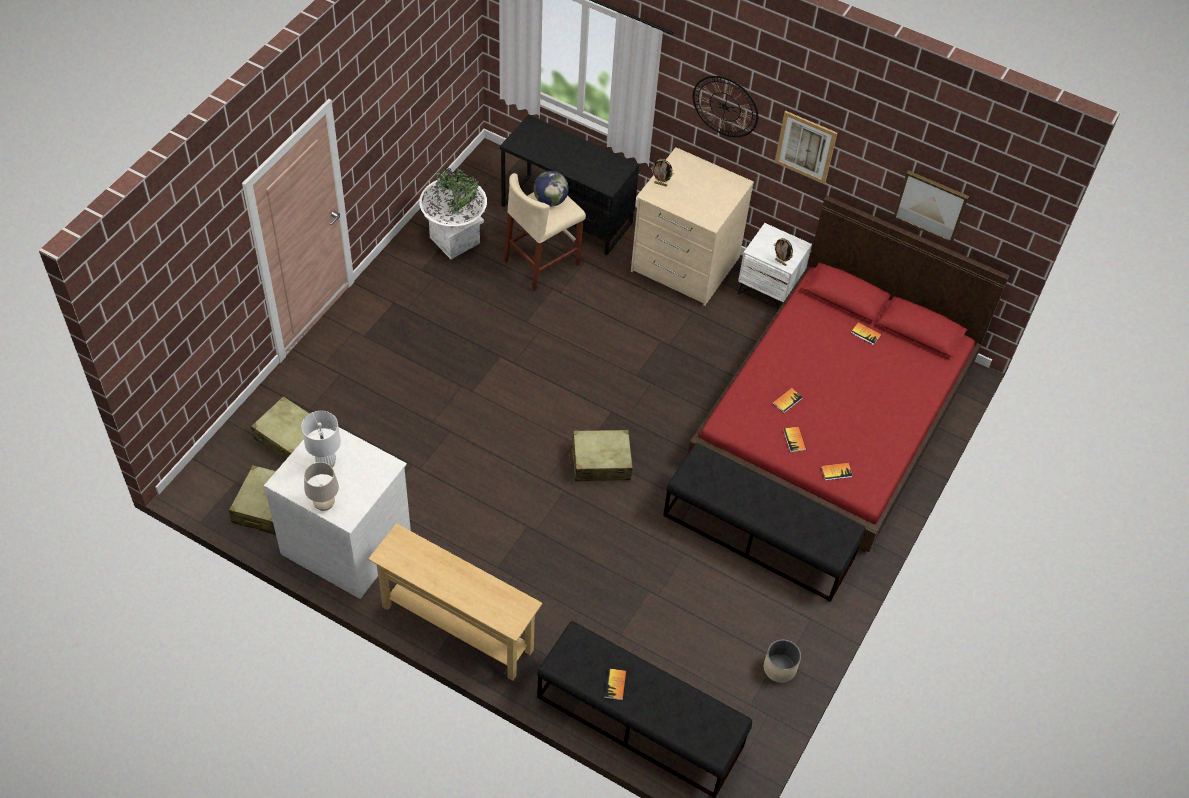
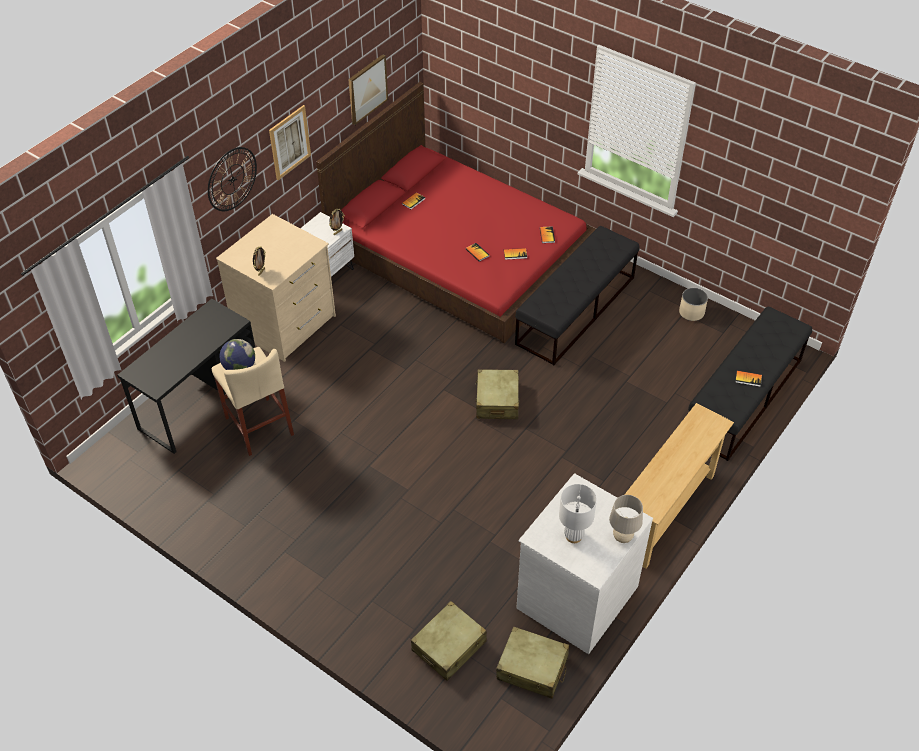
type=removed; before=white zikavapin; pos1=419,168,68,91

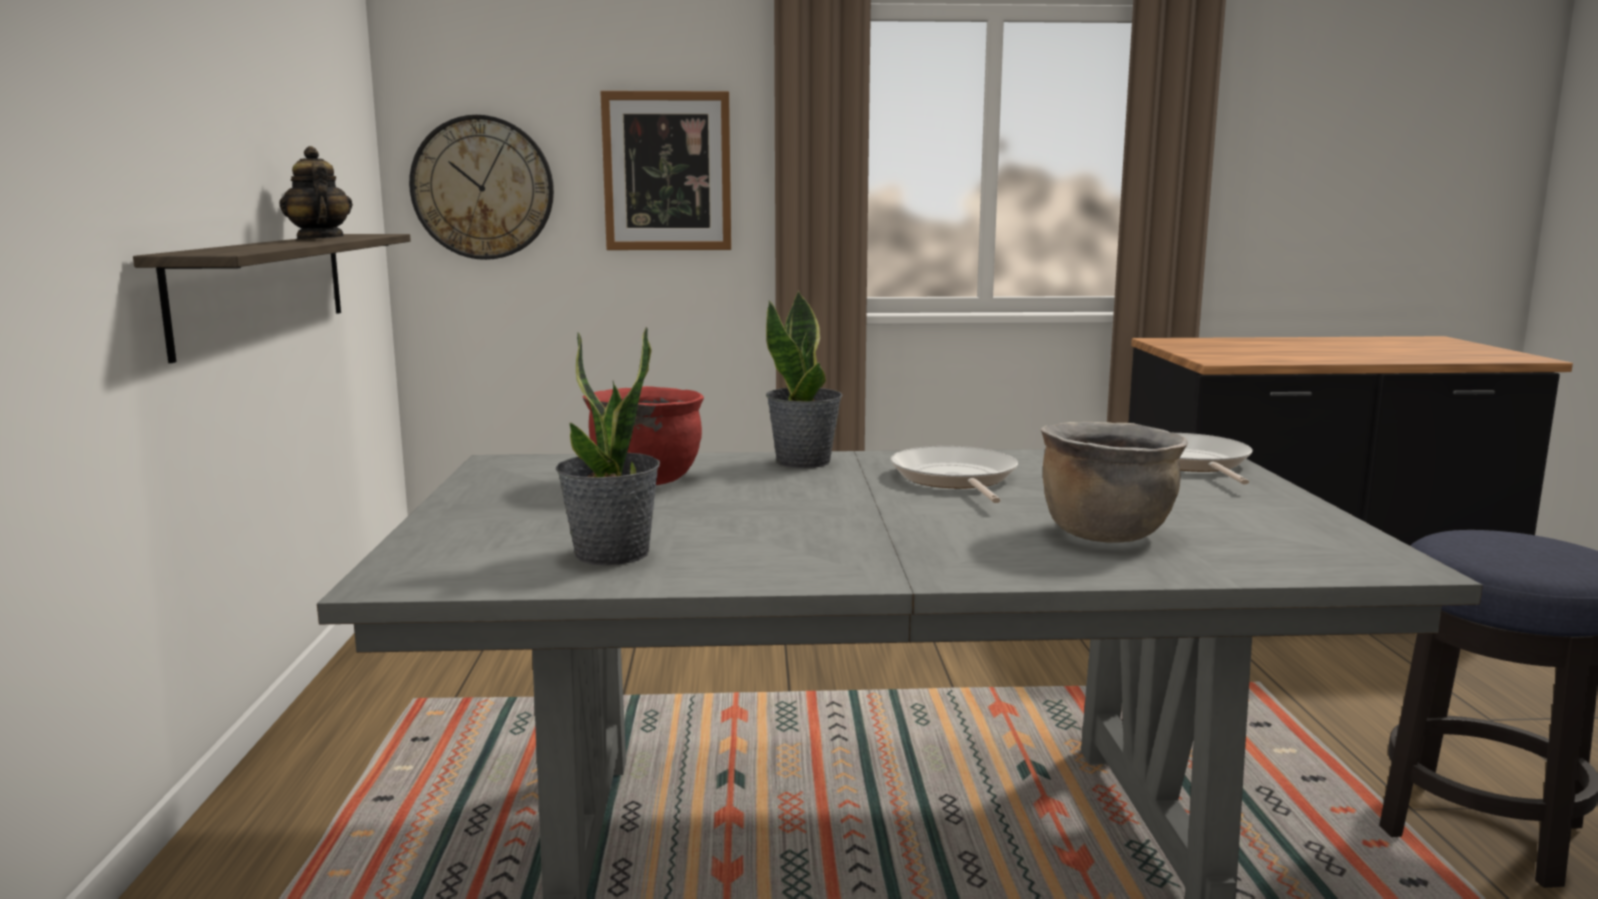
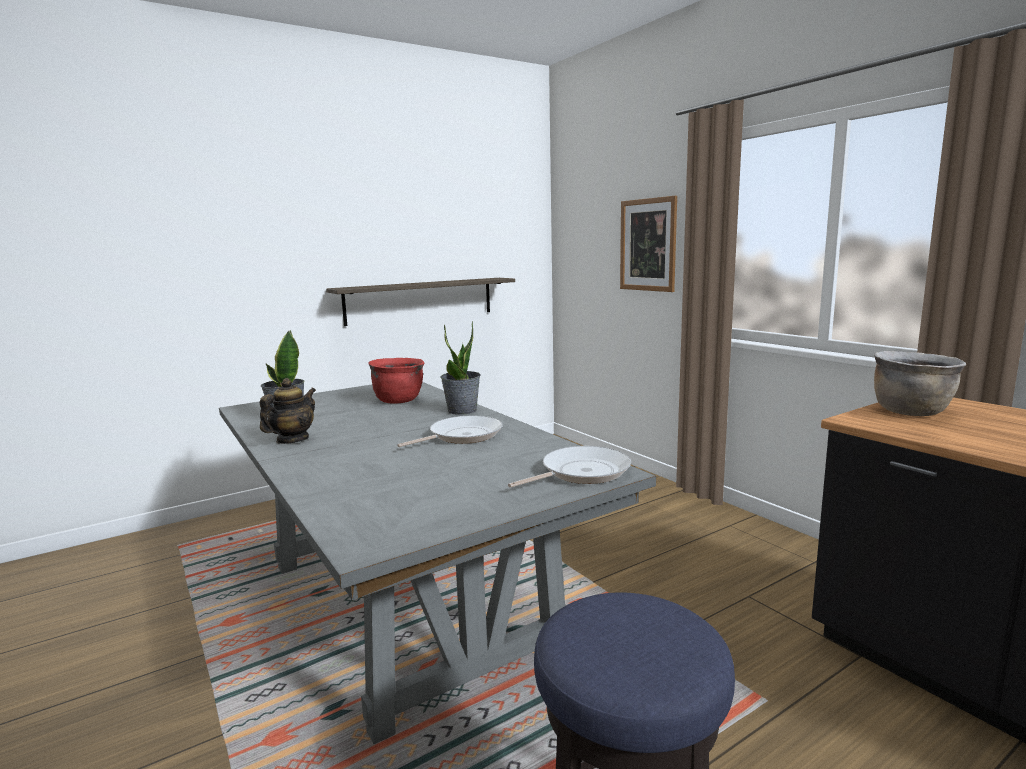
type=removed; before=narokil; pos1=409,115,145,145
type=moved; before=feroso; pos1=279,146,74,94; pos2=260,378,56,66
type=moved; before=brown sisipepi; pos1=1041,422,147,121; pos2=874,351,92,65

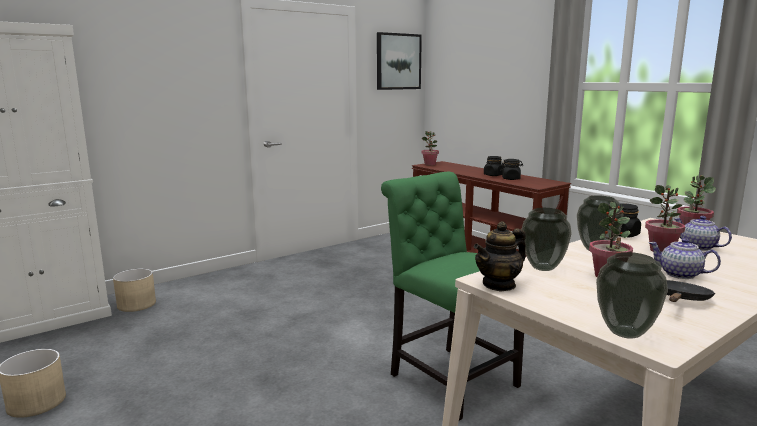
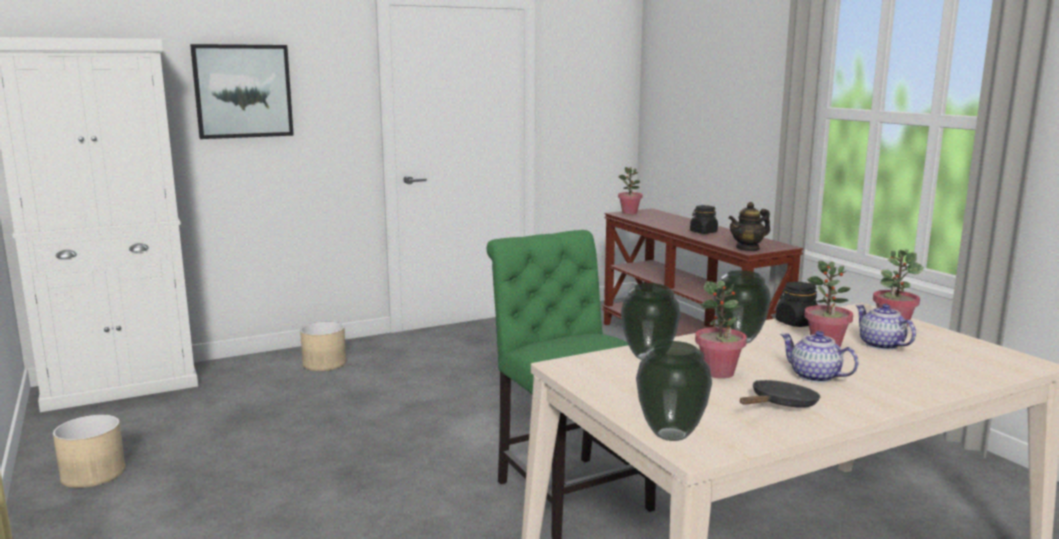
type=moved; before=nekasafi; pos1=377,32,45,58; pos2=190,44,104,95
type=removed; before=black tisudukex; pos1=501,159,22,21
type=moved; before=feroso; pos1=474,221,52,70; pos2=728,202,42,49
type=moved; before=beige zikavapin; pos1=113,269,43,43; pos2=300,322,46,49

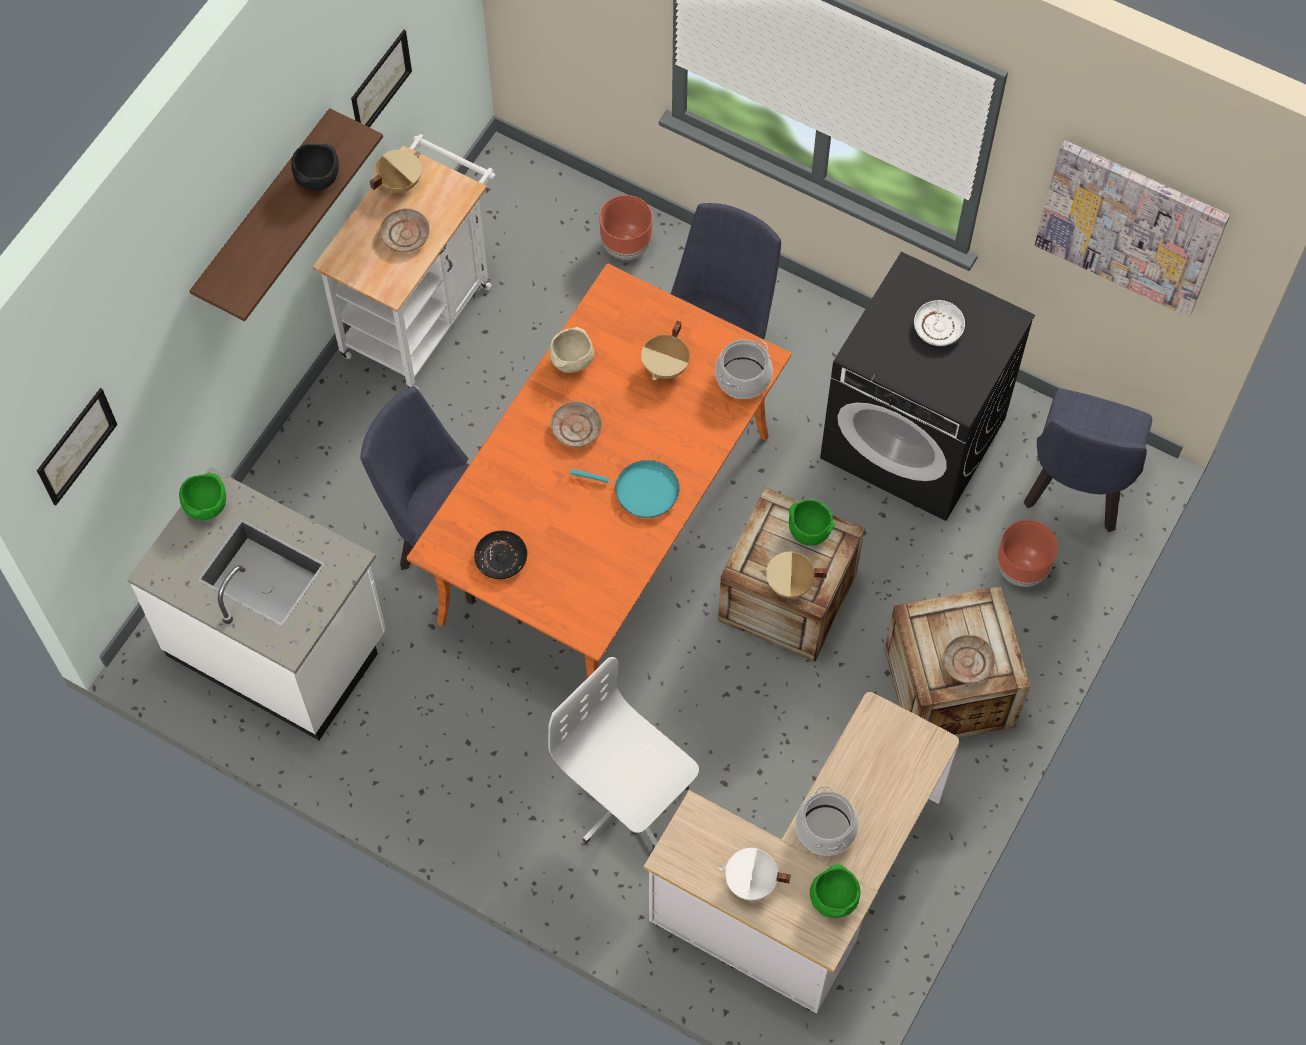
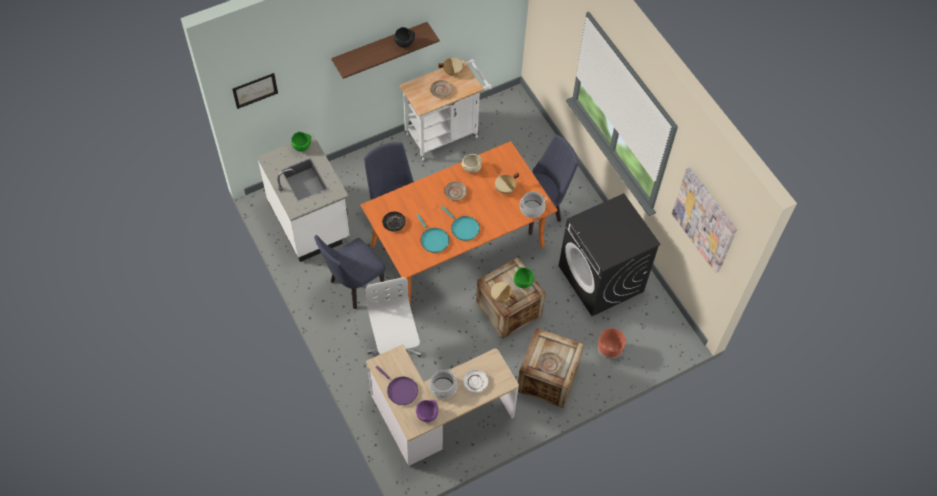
type=removed; before=nekasafi; pos1=351,30,61,97
type=removed; before=brown zikavapin; pos1=599,195,54,65
type=moved; before=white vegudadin; pos1=914,300,51,46; pos2=463,370,25,23
type=moved; before=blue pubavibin; pos1=1024,389,128,143; pos2=314,235,72,74
type=replaced; before=white sisipepi; after=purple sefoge; pos1=718,848,73,52; pos2=375,366,43,39
type=recoloured; before=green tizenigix; after=purple tizenigix; pos1=810,865,50,53; pos2=416,400,22,22
type=added; after=turquoise sefoge; pos2=416,214,33,39

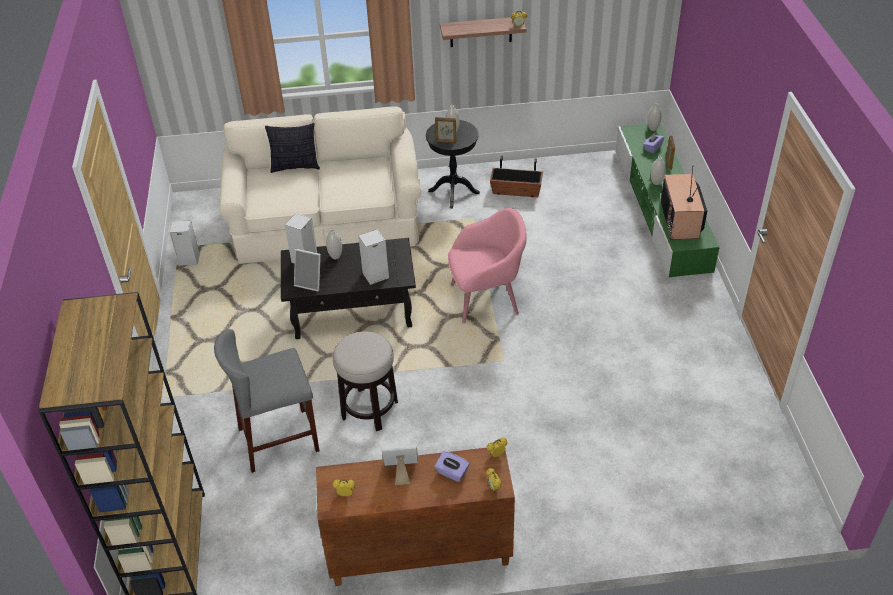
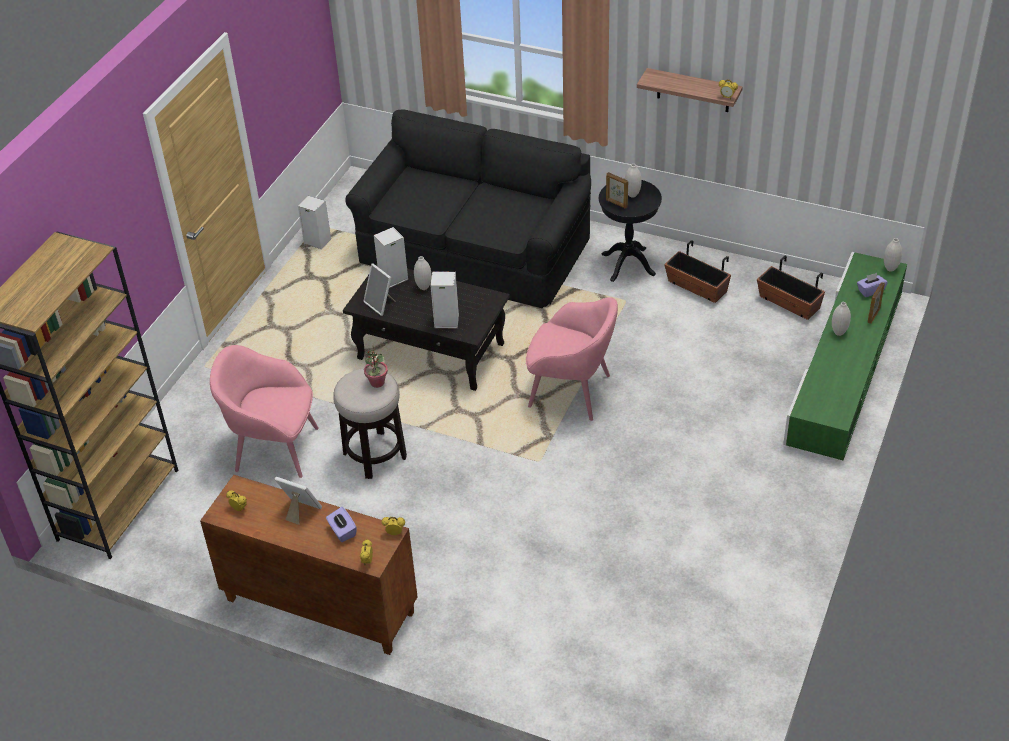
type=recoloured; before=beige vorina; after=black vorina; pos1=219,106,203,158; pos2=345,109,246,199
type=removed; before=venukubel; pos1=265,123,55,50
type=removed; before=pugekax; pos1=661,168,46,71
type=replaced; before=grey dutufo; after=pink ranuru; pos1=214,329,106,144; pos2=210,345,109,133
type=added; after=zikavapin; pos2=757,256,68,64
type=added; after=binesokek; pos2=364,346,24,42

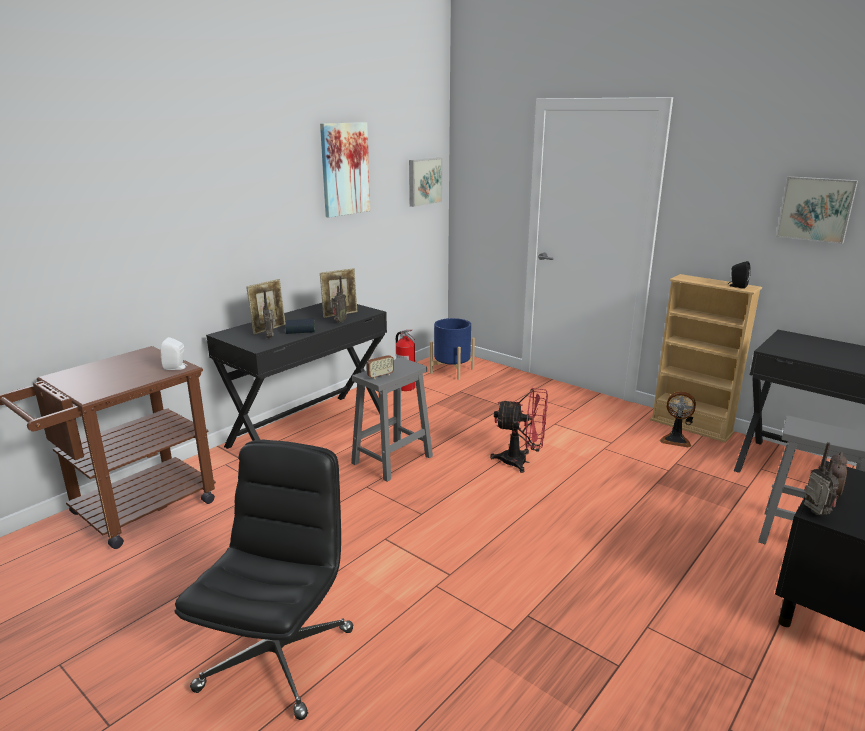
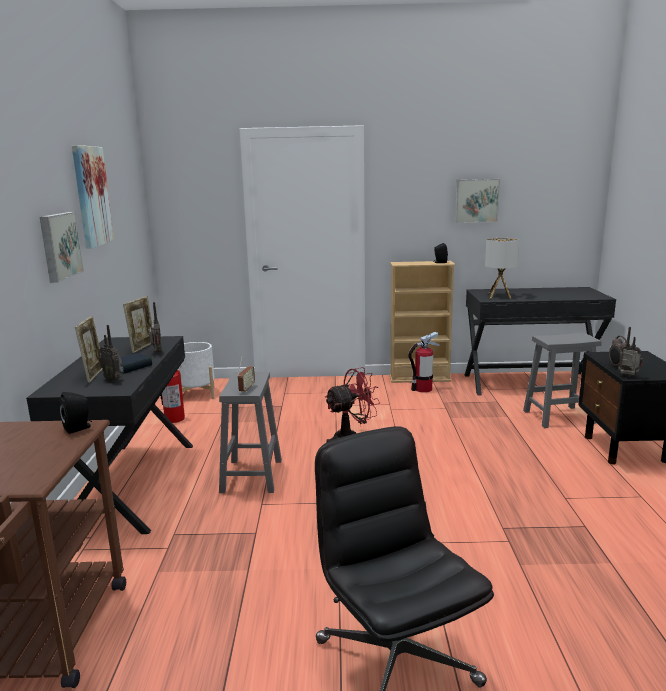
type=moved; before=nekasafi; pos1=409,158,33,49; pos2=40,212,44,71
type=recoloured; before=blue zikavapin; after=white zikavapin; pos1=430,318,45,62; pos2=178,342,37,57
type=recoloured; before=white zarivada; after=black zarivada; pos1=161,337,27,33; pos2=60,392,32,42
type=replaced; before=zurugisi; after=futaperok; pos1=660,391,36,56; pos2=408,332,32,61
type=added; after=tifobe; pos2=485,238,35,61

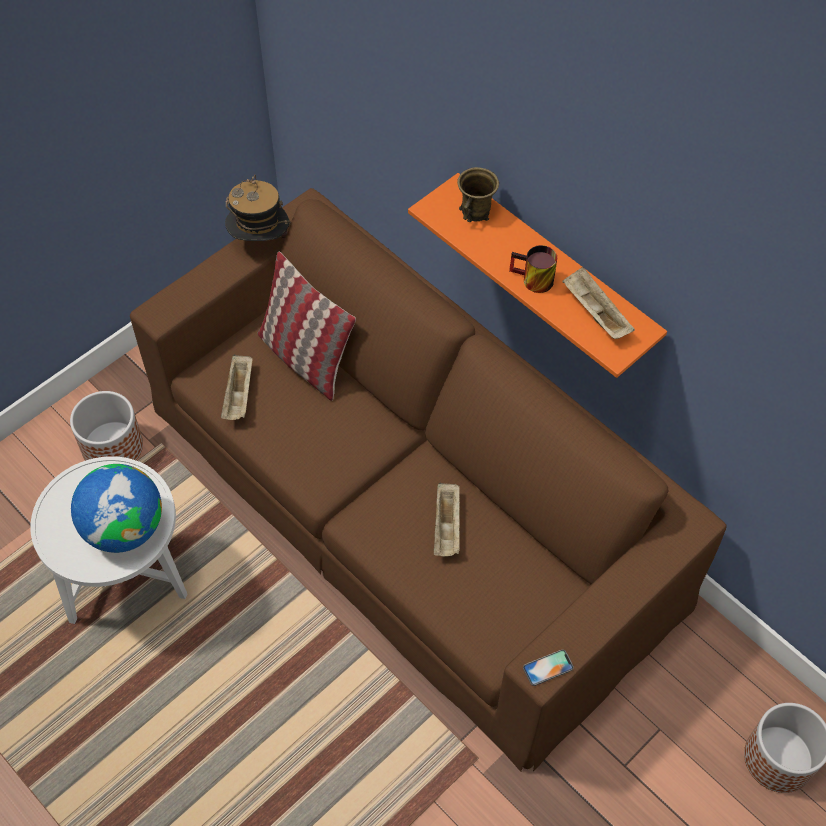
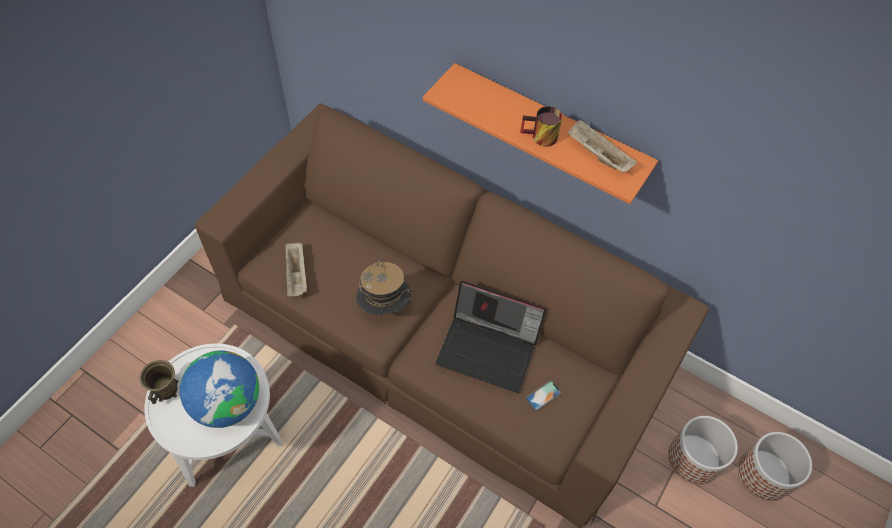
type=moved; before=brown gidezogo; pos1=457,167,42,55; pos2=139,360,39,44
type=moved; before=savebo; pos1=225,175,66,66; pos2=356,258,57,57
type=removed; before=venukubel; pos1=257,252,99,149
type=moved; before=zikavapin; pos1=70,391,73,70; pos2=668,416,70,69
type=replaced; before=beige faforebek; after=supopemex; pos1=434,482,26,74; pos2=436,281,110,112
type=moved; before=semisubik; pos1=523,649,51,37; pos2=526,380,36,31

